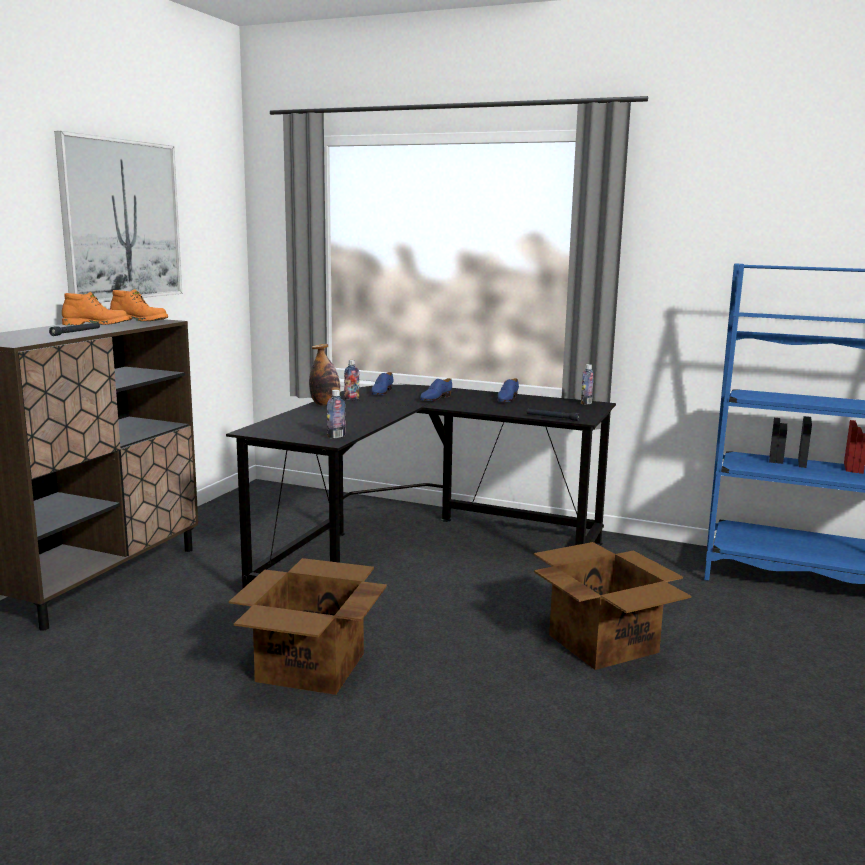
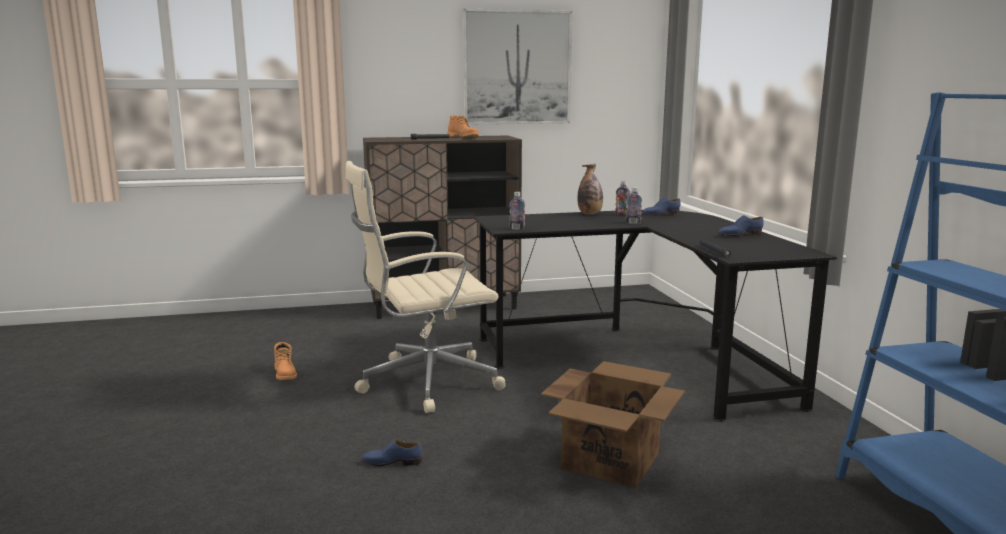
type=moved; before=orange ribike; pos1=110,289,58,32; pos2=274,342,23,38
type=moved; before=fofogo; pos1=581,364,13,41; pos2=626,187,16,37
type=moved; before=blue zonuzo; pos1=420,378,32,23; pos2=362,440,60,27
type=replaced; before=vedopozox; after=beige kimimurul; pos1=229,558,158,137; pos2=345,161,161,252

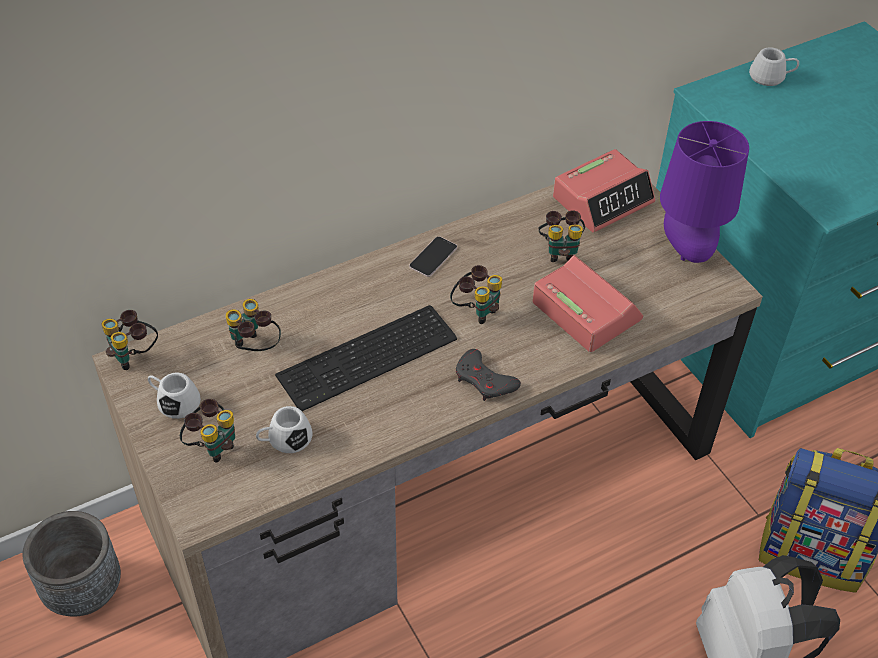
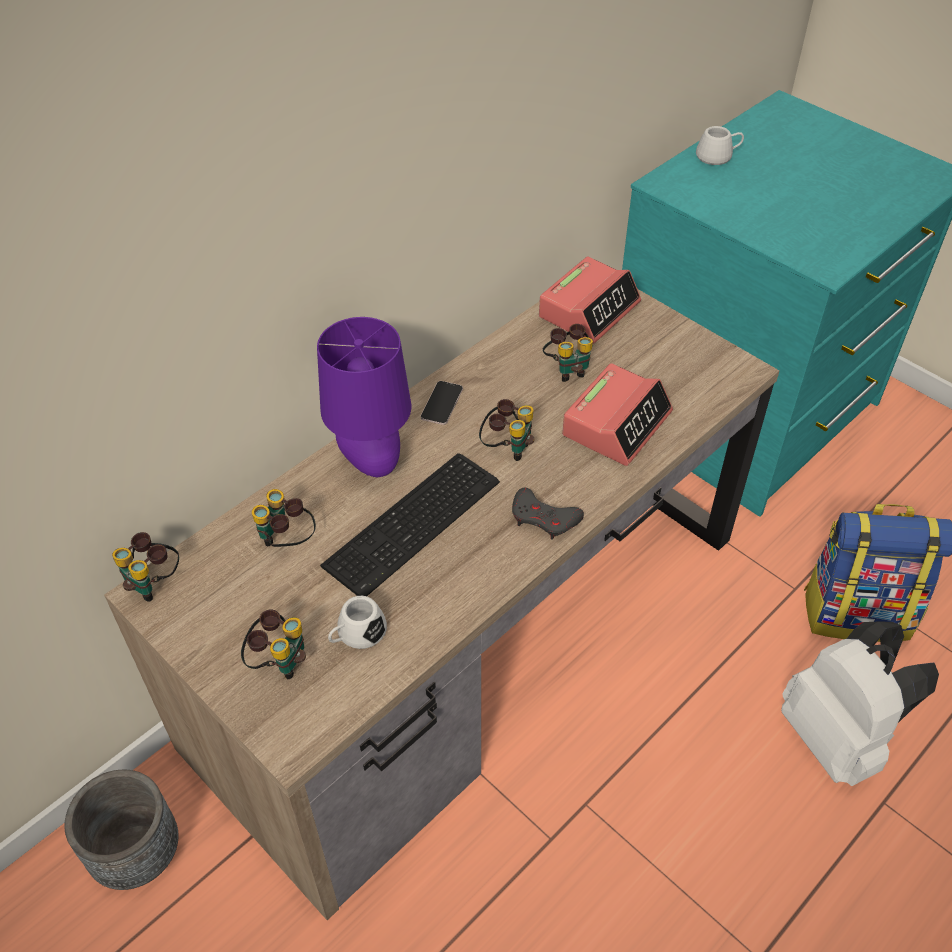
type=moved; before=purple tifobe; pos1=660,121,89,142; pos2=317,317,94,160
type=turned; before=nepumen; pos1=532,255,111,97; pos2=562,363,111,103; turn=90
type=removed; before=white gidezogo; pos1=148,373,53,46

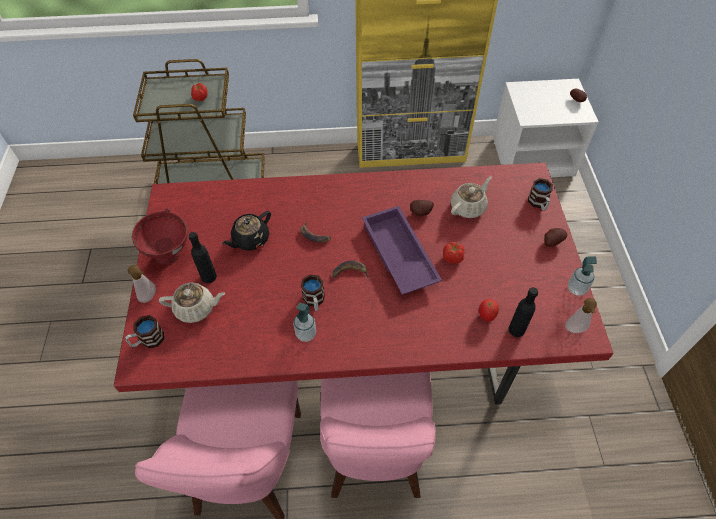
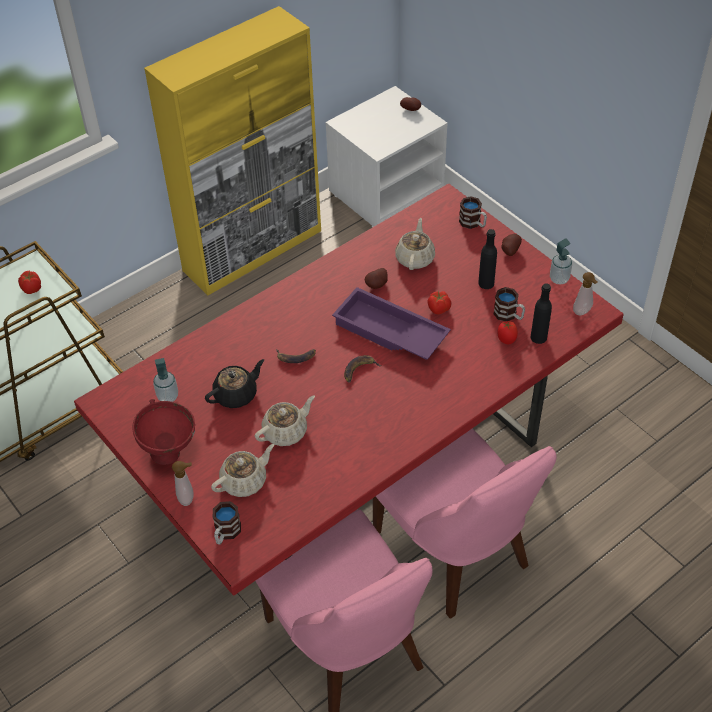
type=turned; before=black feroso; pos1=222,211,49,40; pos2=205,359,59,49; turn=-135
type=moved; before=black fofogo; pos1=189,232,28,51; pos2=478,229,19,60
type=moved; before=gidezogo; pos1=301,274,24,37; pos2=493,287,32,34
type=moved; before=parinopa; pos1=293,303,23,39; pos2=153,358,25,44
type=added; after=beige feroso; pos2=255,395,60,51

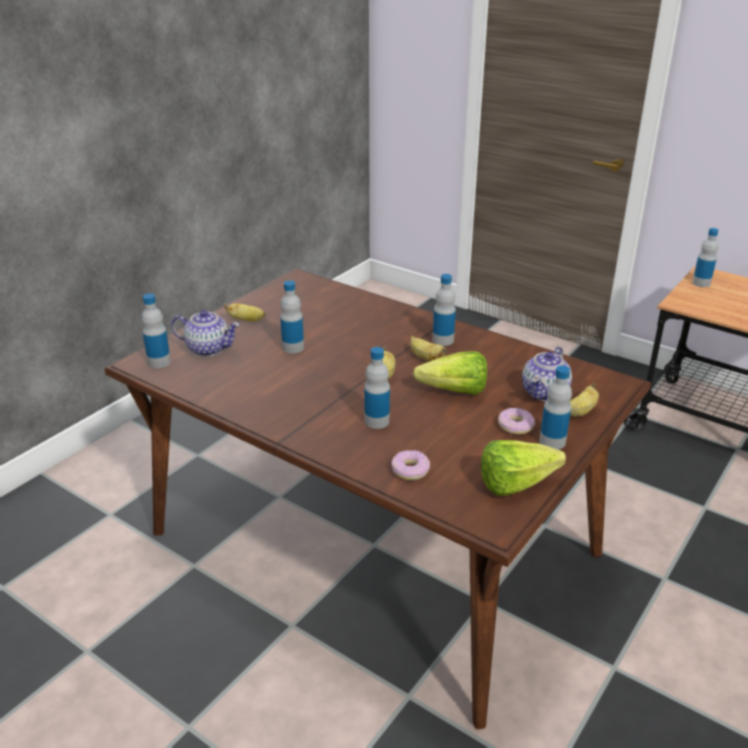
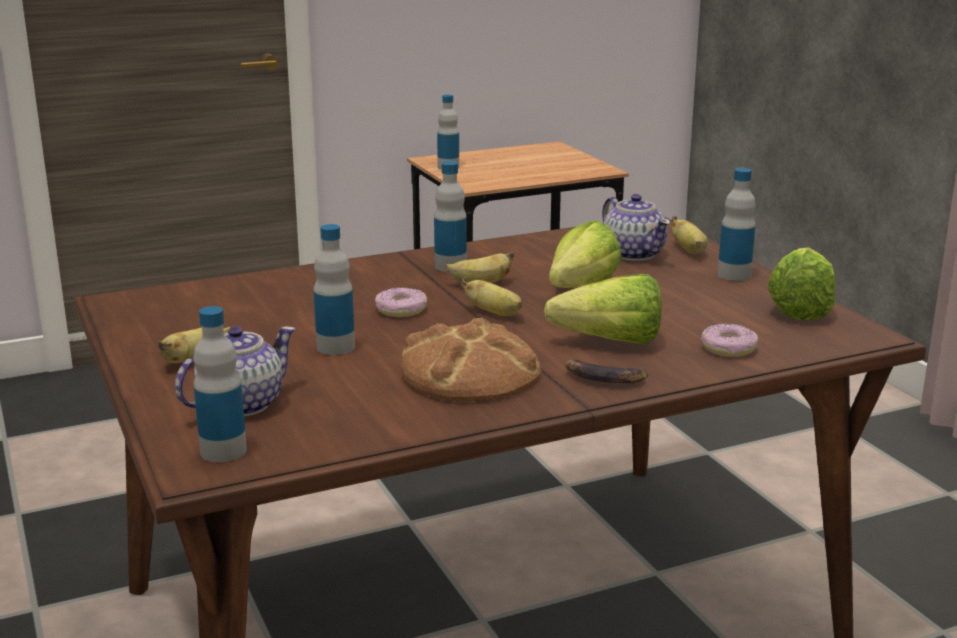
type=replaced; before=fofogo; after=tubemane; pos1=364,347,26,82; pos2=544,274,118,70
type=moved; before=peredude; pos1=498,408,37,27; pos2=375,287,52,30
type=added; after=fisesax; pos2=401,317,140,85
type=added; after=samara; pos2=566,359,82,24

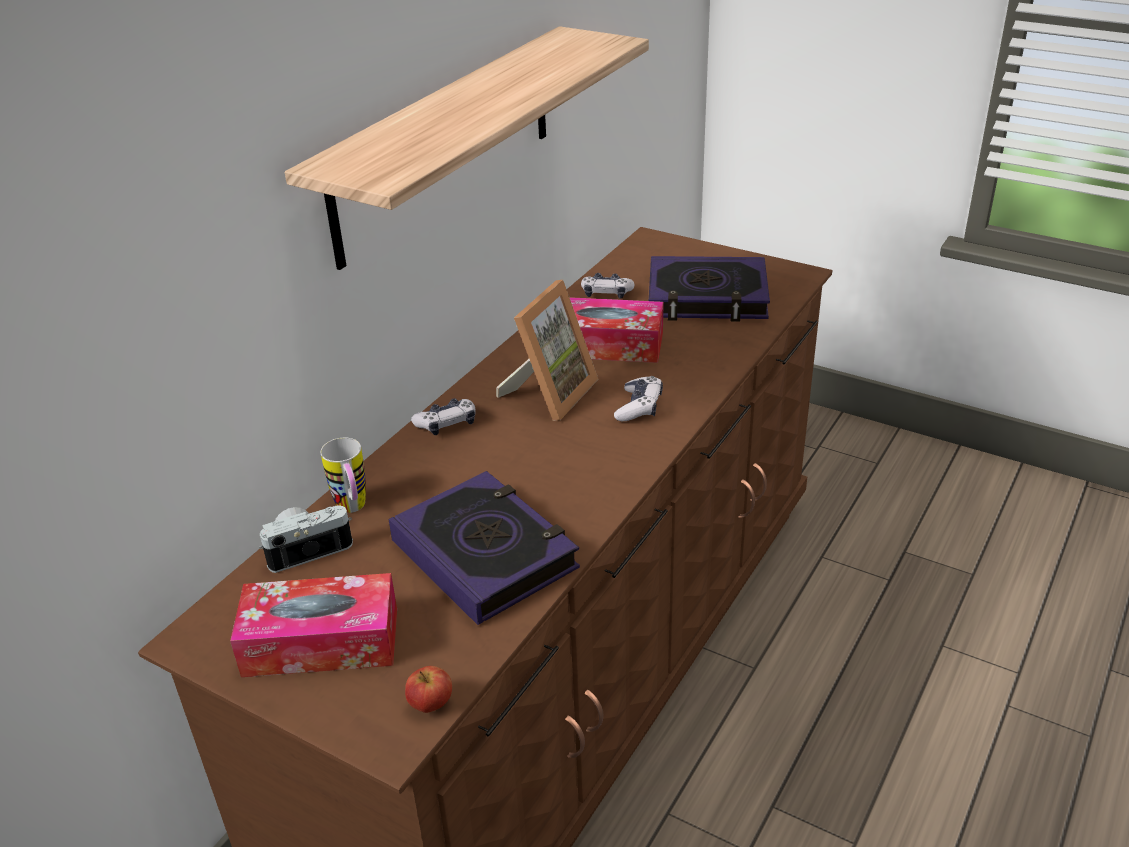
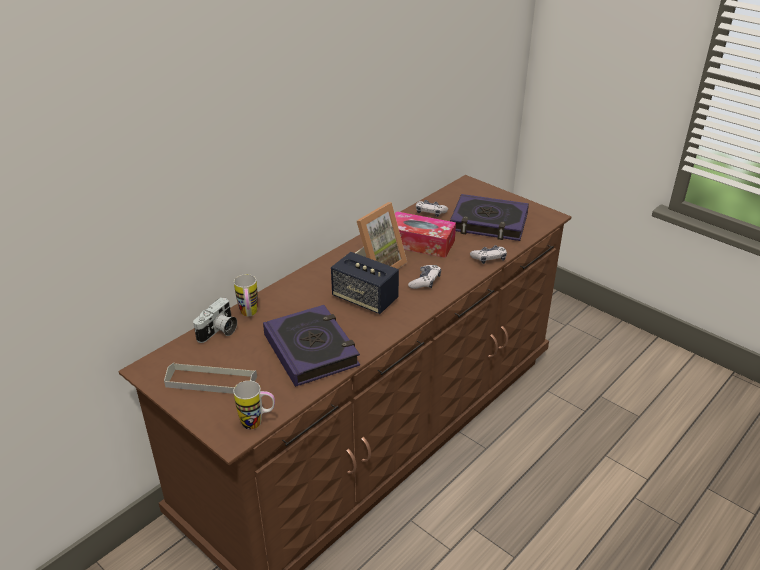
type=removed; before=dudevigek; pos1=285,26,364,244
type=moved; before=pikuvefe; pos1=411,398,65,37; pos2=470,245,37,19
type=turned; before=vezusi; pos1=259,506,94,67; pos2=193,297,44,46; turn=135
type=replaced; before=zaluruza; after=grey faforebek; pos1=230,573,167,104; pos2=164,363,93,31
type=replaced; before=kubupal; after=gidezogo; pos1=405,666,47,47; pos2=233,380,42,50
type=added; after=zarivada; pos2=331,252,68,62

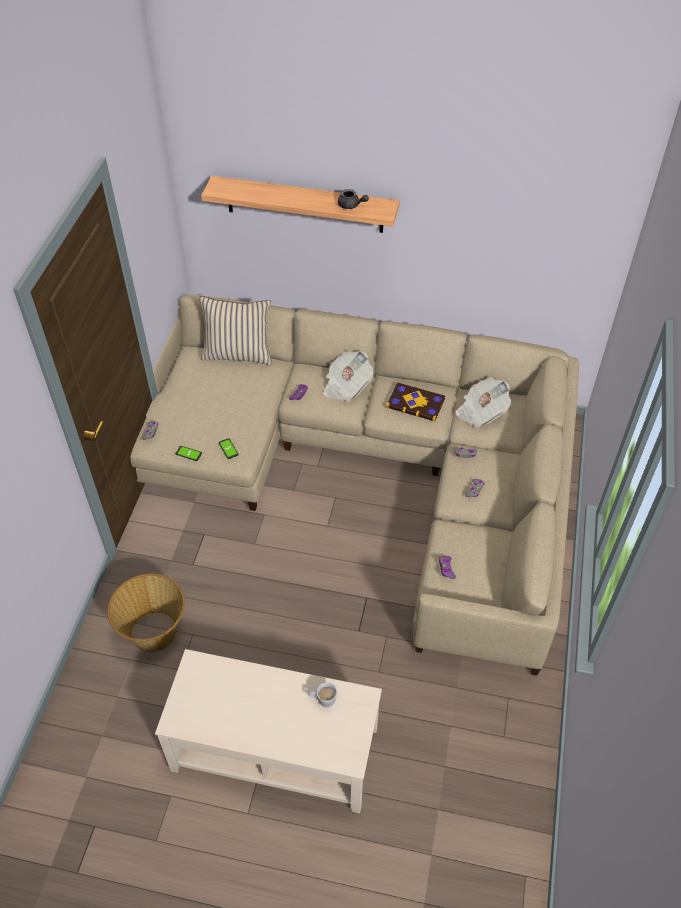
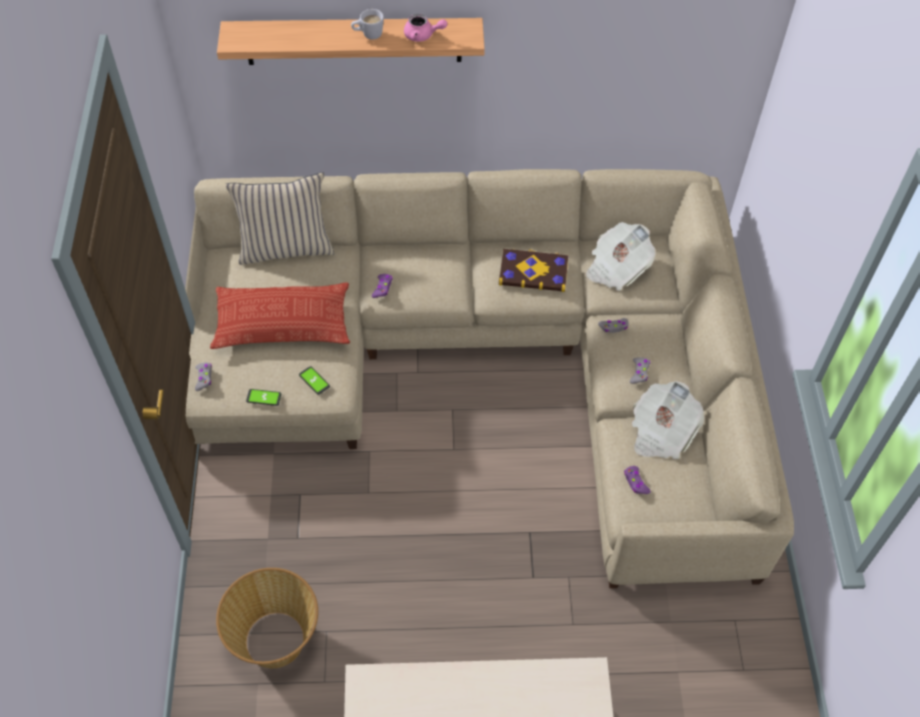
type=recoloured; before=grey feroso; after=pink feroso; pos1=338,189,31,20; pos2=404,14,43,28
type=moved; before=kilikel; pos1=323,351,50,51; pos2=632,381,72,78
type=moved; before=white gidezogo; pos1=308,682,29,25; pos2=351,9,33,31
type=added; after=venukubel; pos2=210,282,140,67

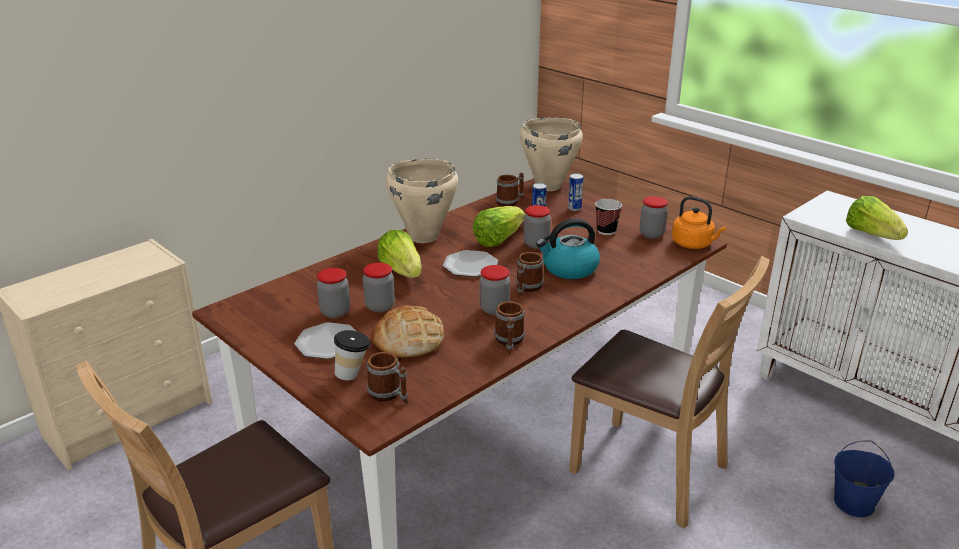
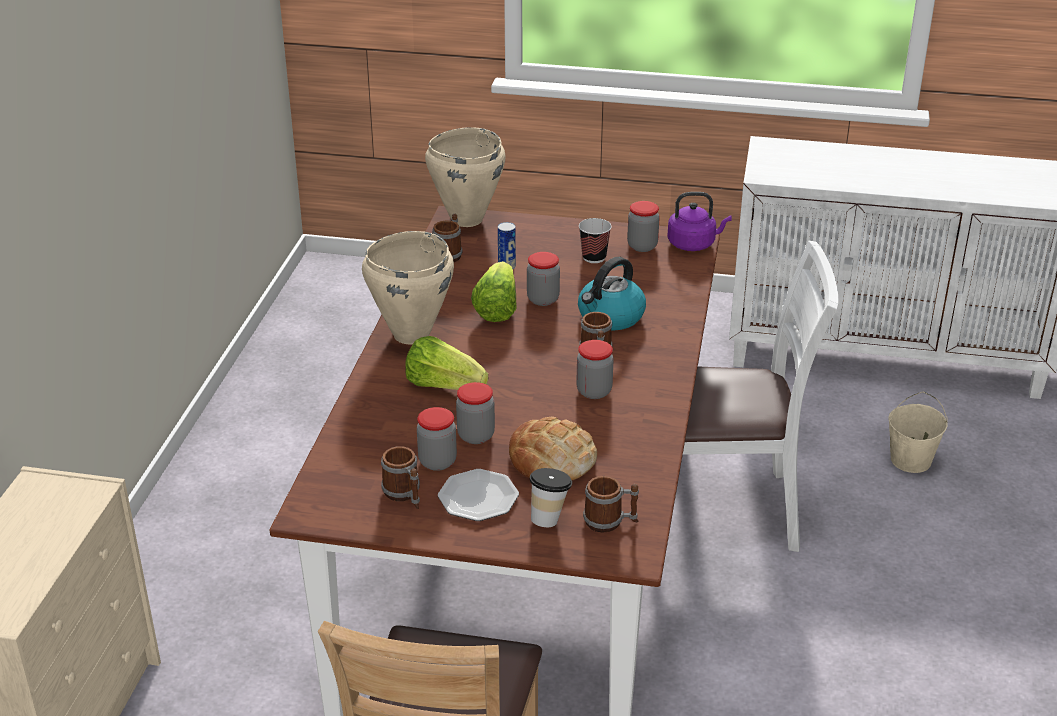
type=removed; before=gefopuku; pos1=568,173,16,38
type=recoloured; before=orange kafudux; after=purple kafudux; pos1=672,196,54,53; pos2=667,192,65,59
type=removed; before=tubemane; pos1=846,196,62,44
type=removed; before=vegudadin; pos1=443,250,55,27
type=recoloured; before=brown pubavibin; after=white pubavibin; pos1=569,256,201,273; pos2=683,241,155,311
type=moved; before=gidezogo; pos1=494,301,31,53; pos2=381,446,39,63
type=recoloured; before=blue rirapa; after=beige rirapa; pos1=834,441,60,76; pos2=889,392,59,81

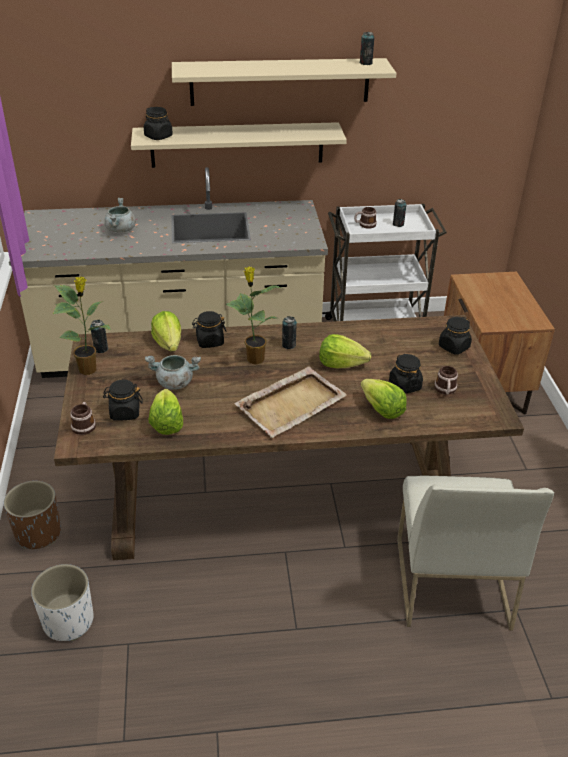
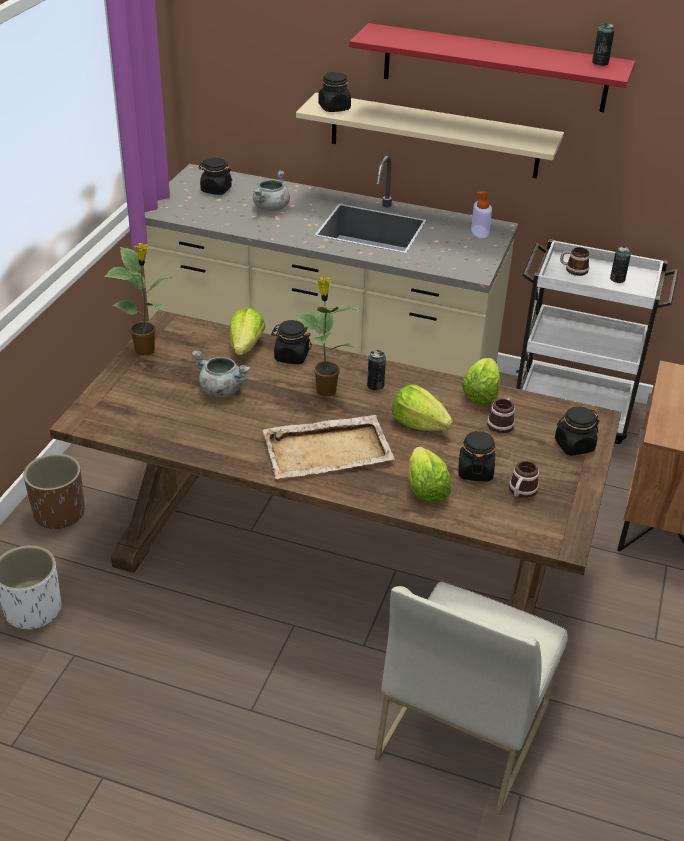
type=recoloured; before=beige dudevigek; after=red dudevigek; pos1=172,58,224,48; pos2=349,23,286,89
type=removed; before=gefopuku; pos1=90,320,18,33
type=moved; before=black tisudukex; pos1=103,379,40,41; pos2=199,158,33,37
type=moved; before=tubemane; pos1=149,389,34,46; pos2=461,358,39,47
type=moved; before=gidezogo; pos1=70,402,26,33; pos2=487,398,28,35
type=added; after=parinopa; pos2=471,191,21,47

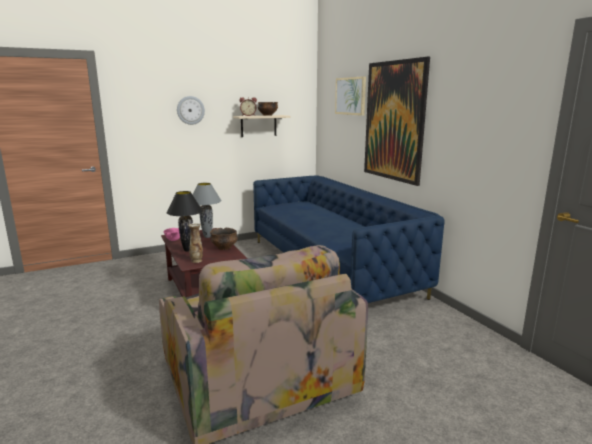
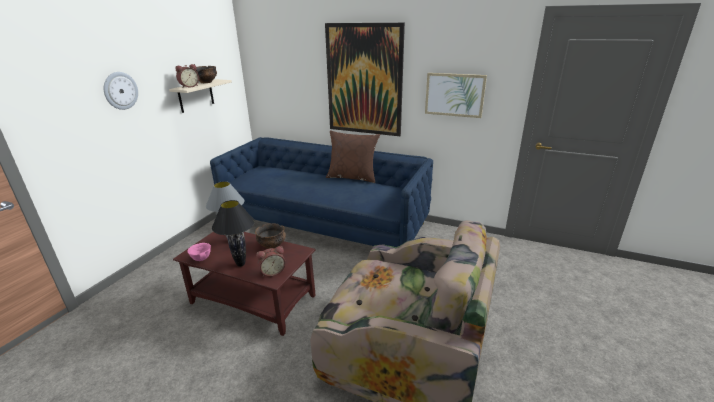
type=moved; before=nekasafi; pos1=335,76,31,40; pos2=425,73,62,45
type=replaced; before=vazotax; after=nepumen; pos1=188,223,15,40; pos2=256,246,30,31
type=added; after=brown venukubel; pos2=326,131,54,52

